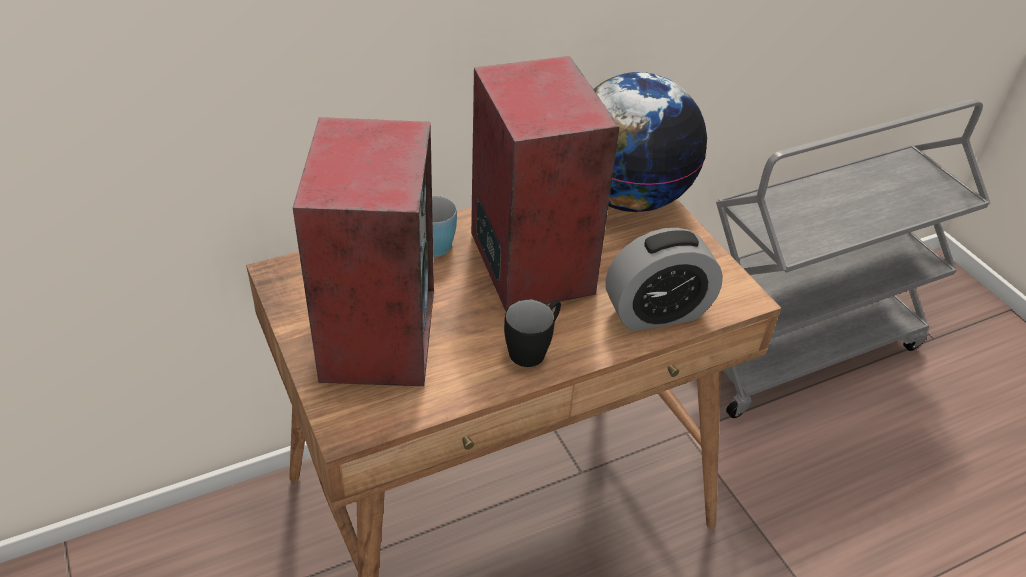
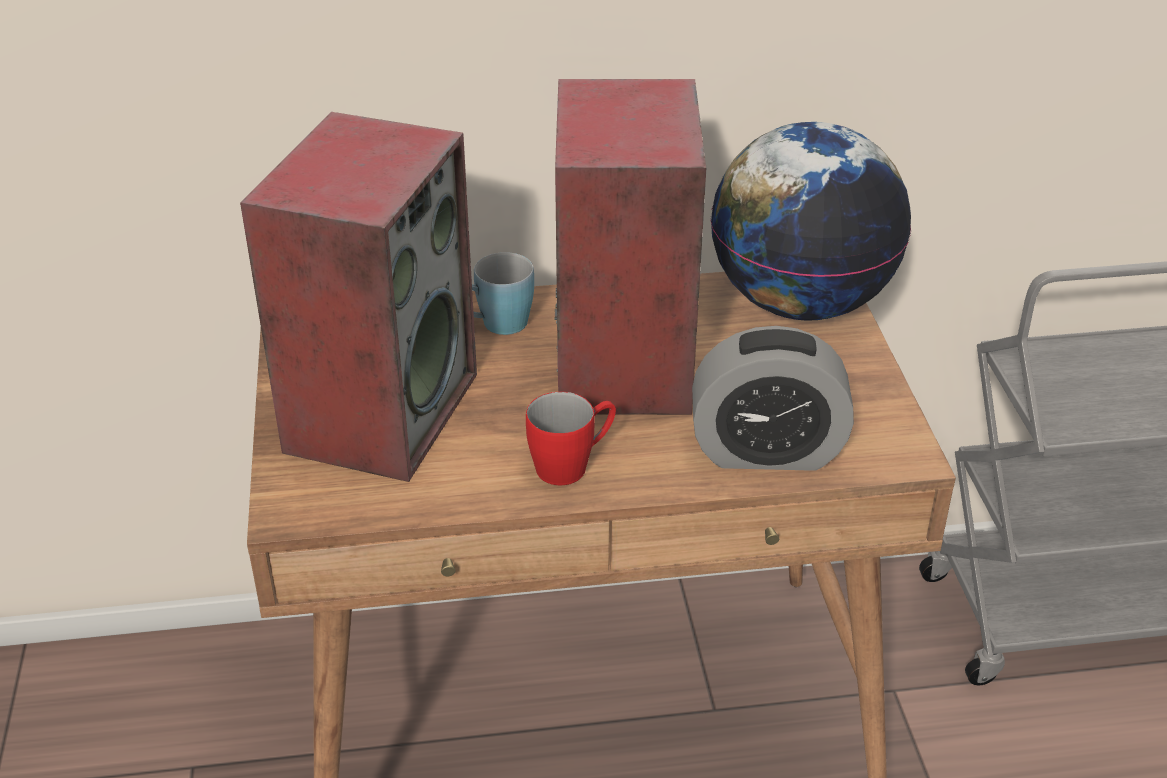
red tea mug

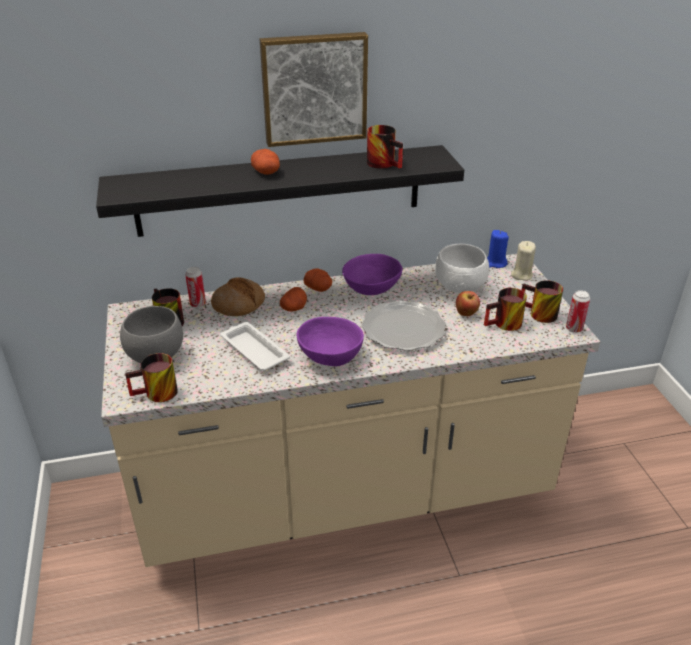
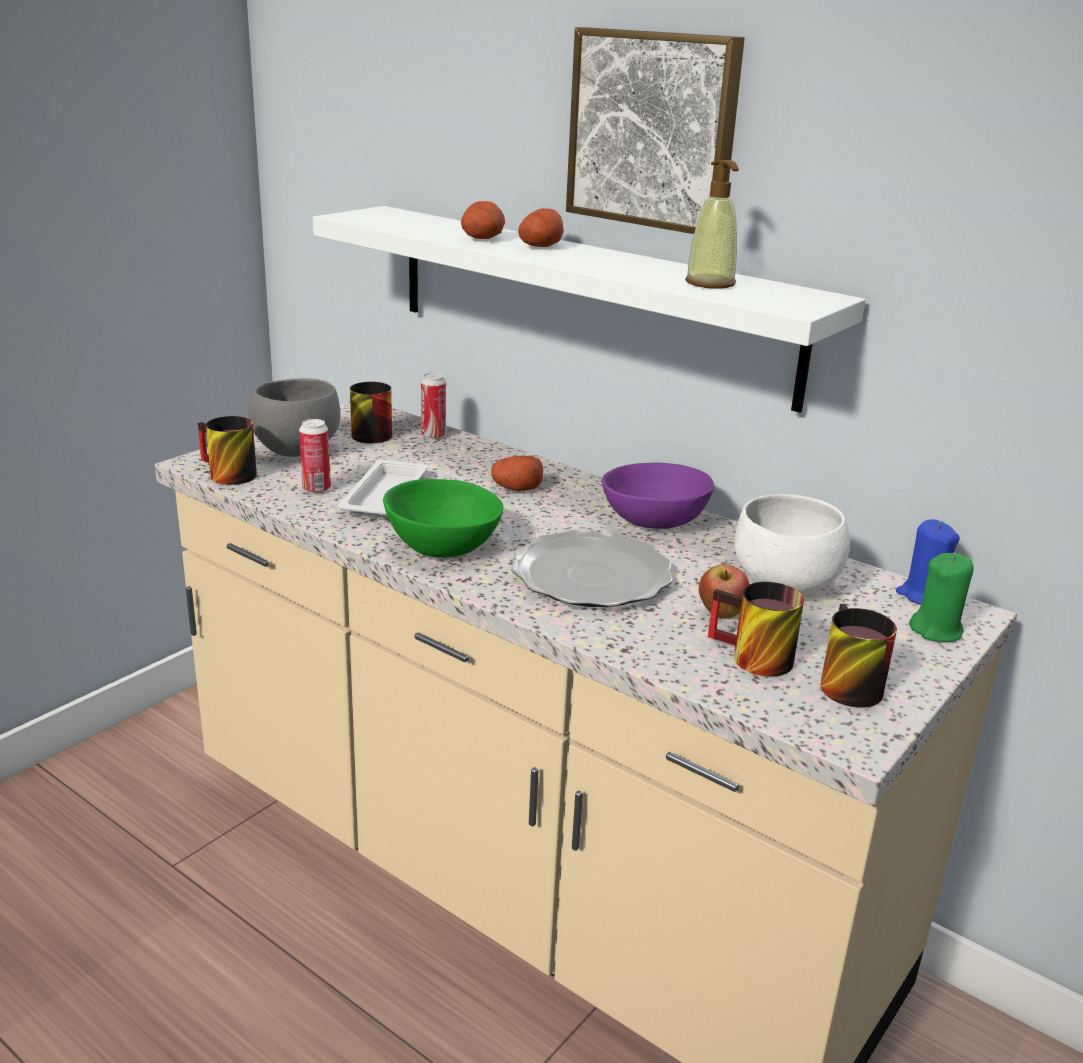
metal can (1st from left)
whitish shelf
green-coloured bowl
potato (1st from left)
soap dispenser
green-coloured wax candle
baked bread

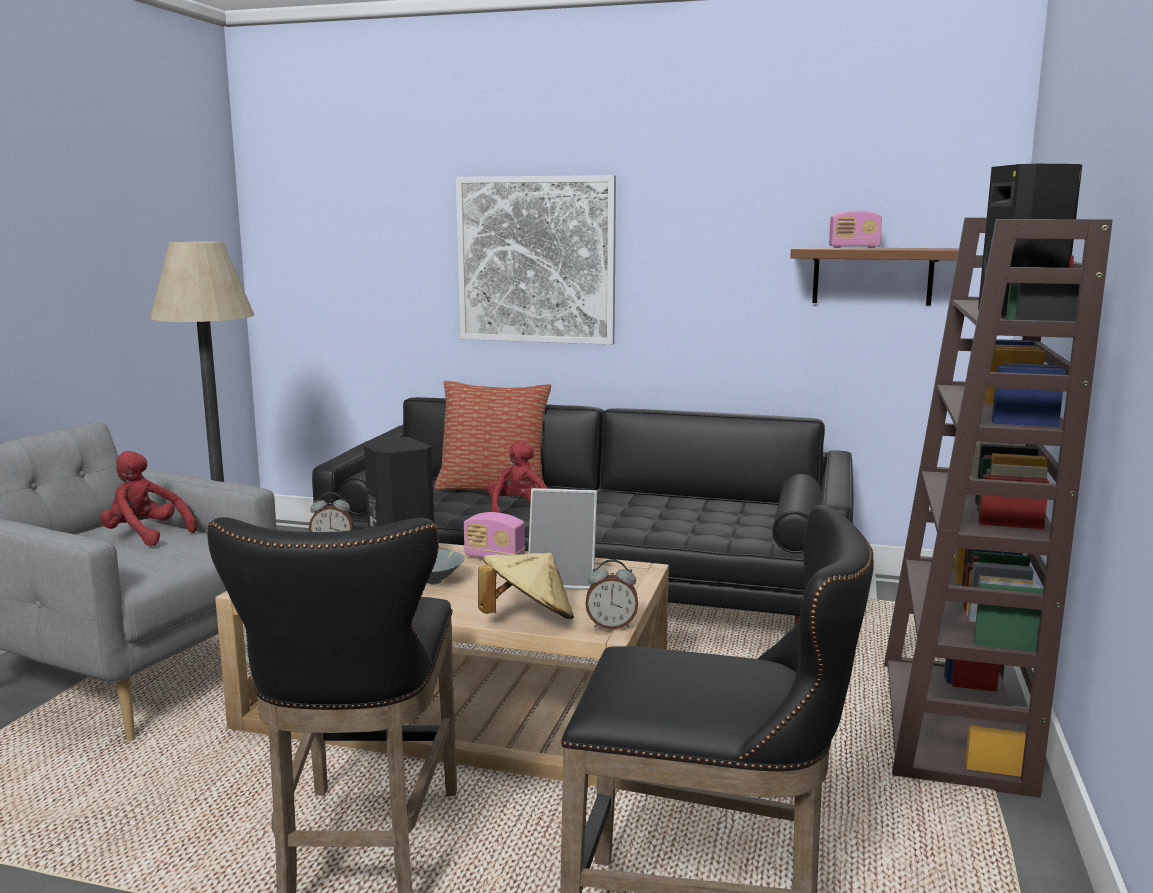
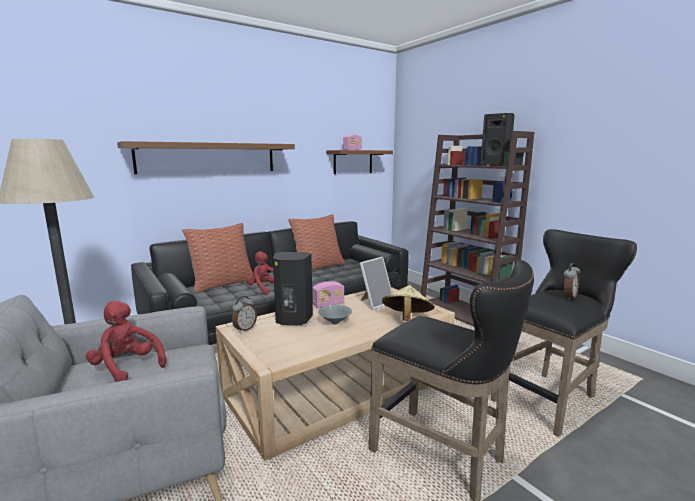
red plush toy (1st from left)
brownish shelf (1st from left)
cushion (2nd from left)
table clock (2nd from left)

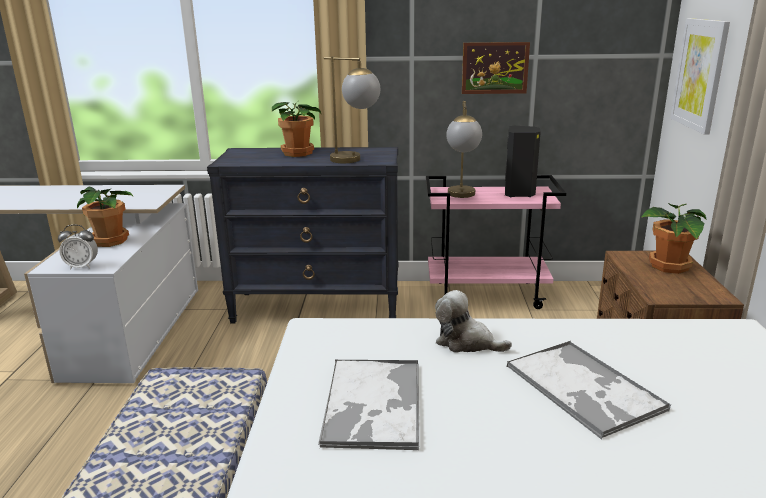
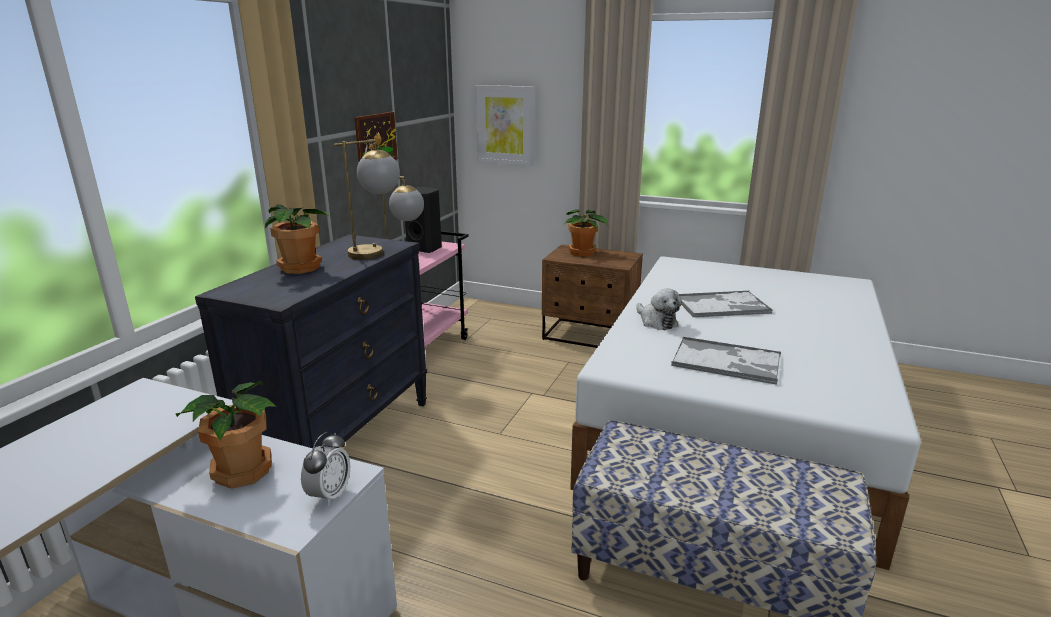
plush toy

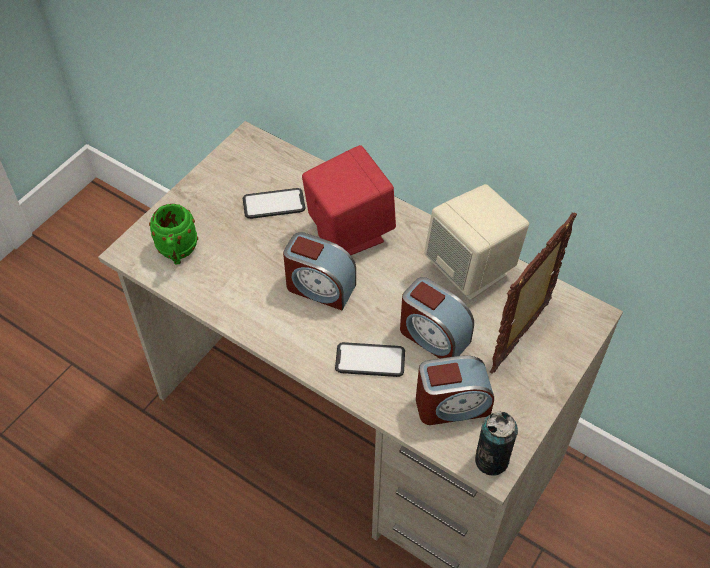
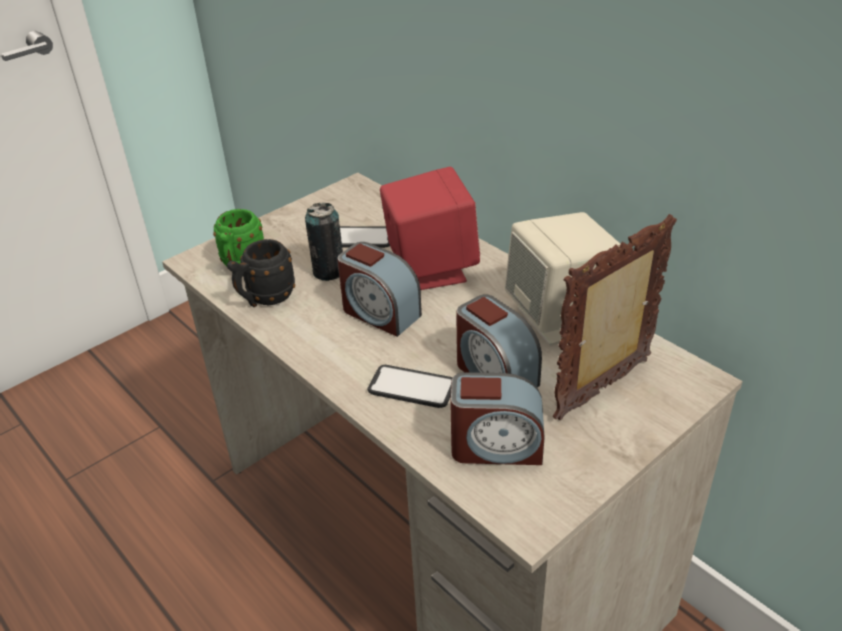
black-coloured tea mug
metal can

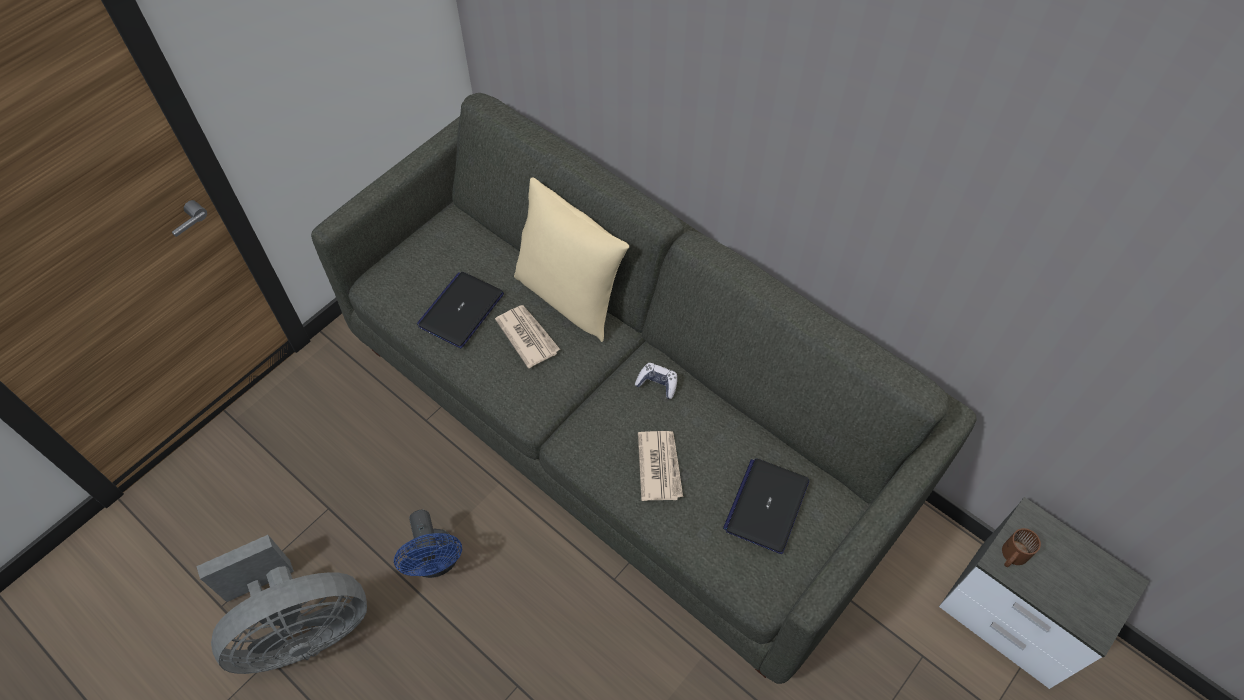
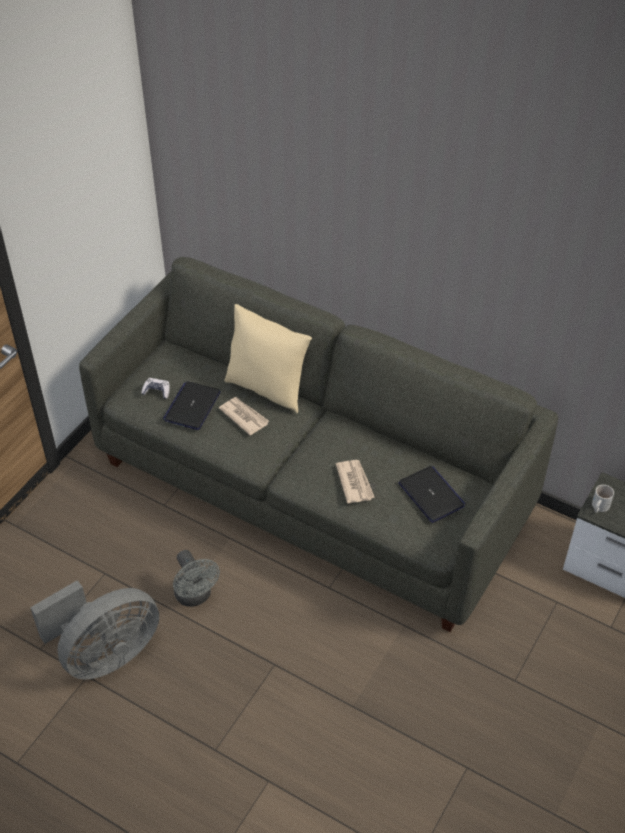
joypad
greyish cooling fan (2nd from left)
portable computer (2nd from left)
whitish tea mug

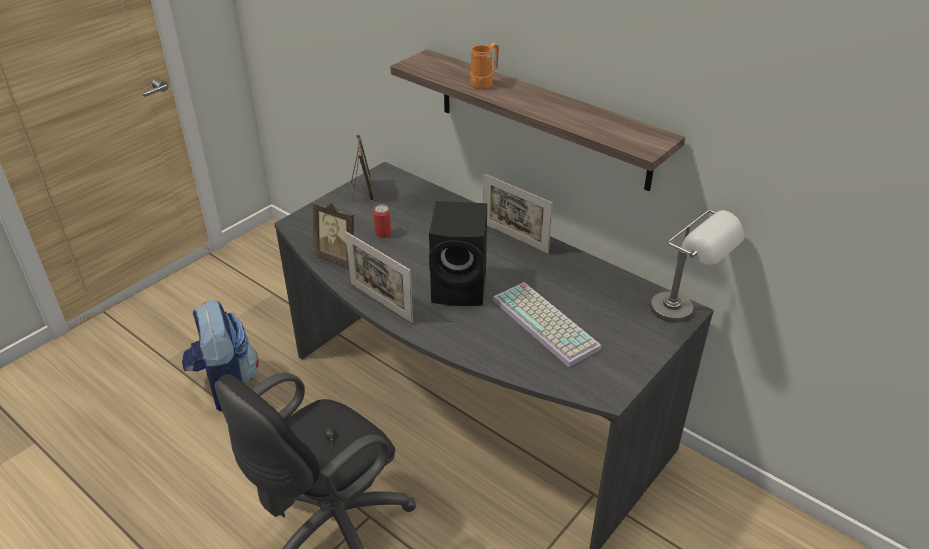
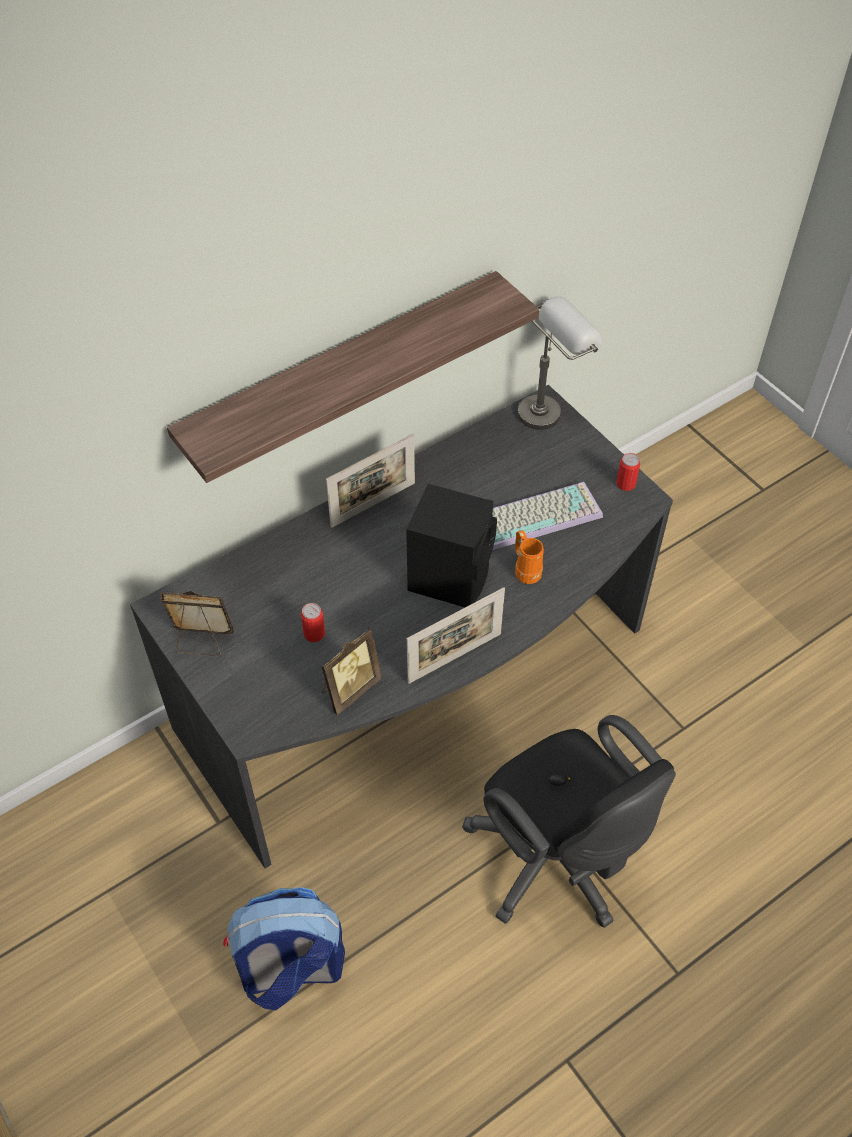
orangey tea mug
metal can (2nd from left)

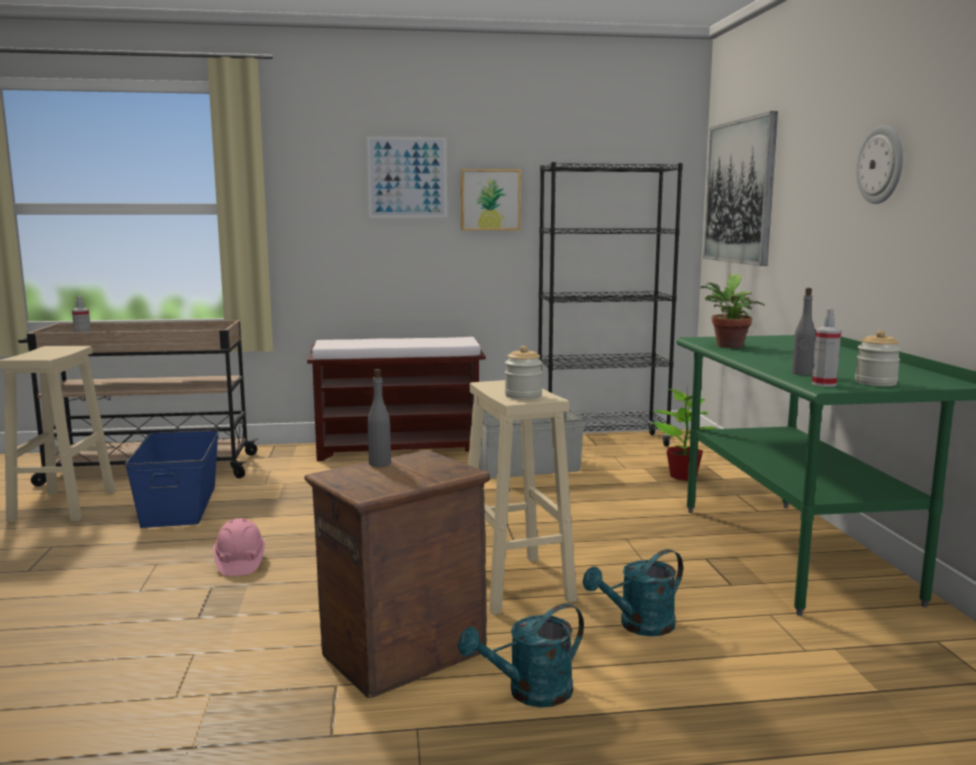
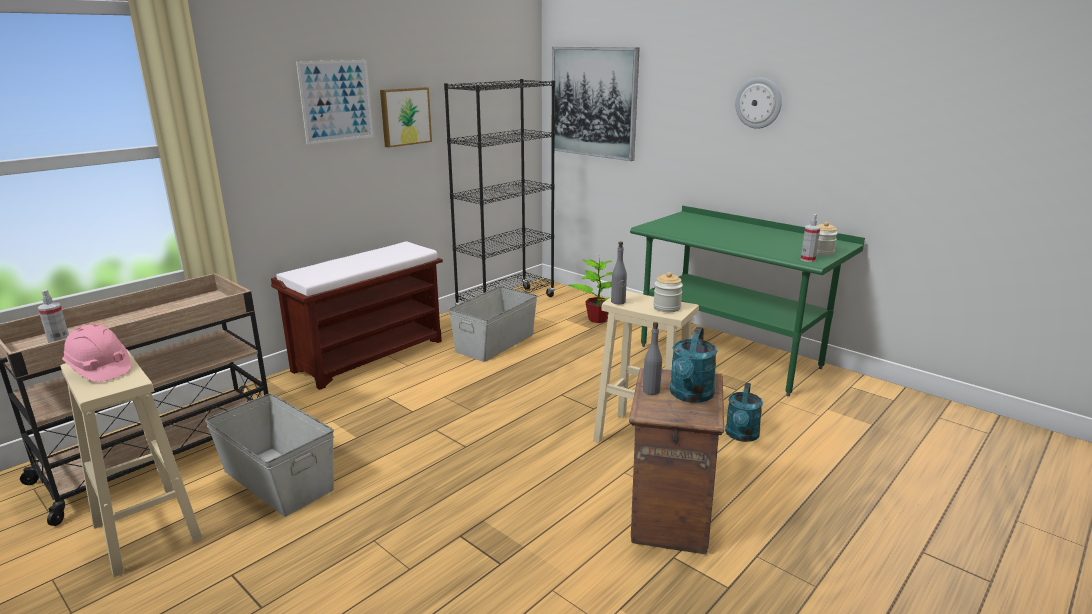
pinkish work helmet
greyish storage bin (1st from left)
greyish drink bottle (1st from left)
blue-green watering can (1st from left)
potted plant (2nd from left in the first image)

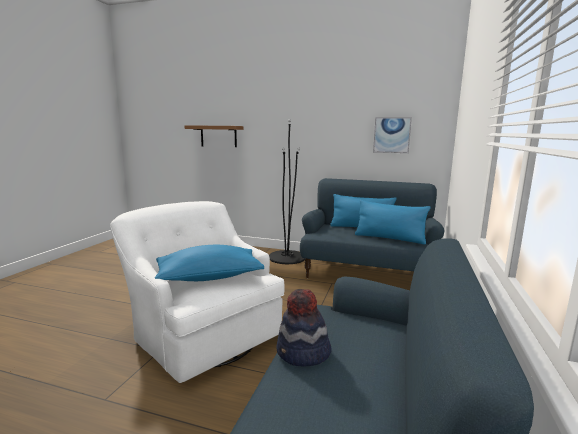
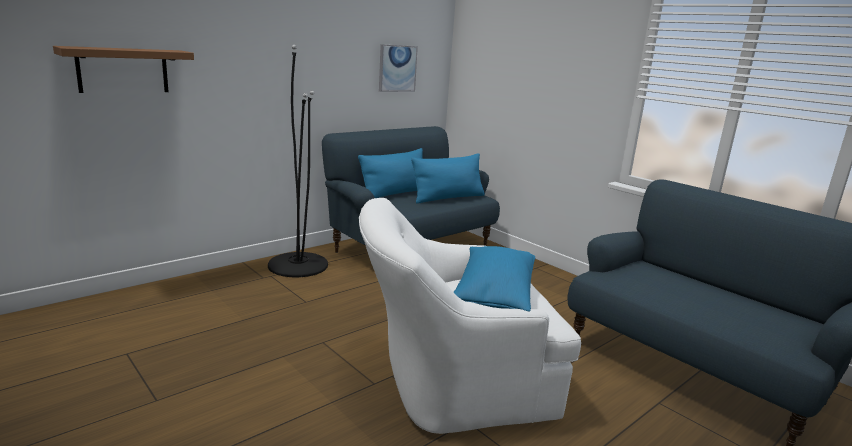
wearable hat

